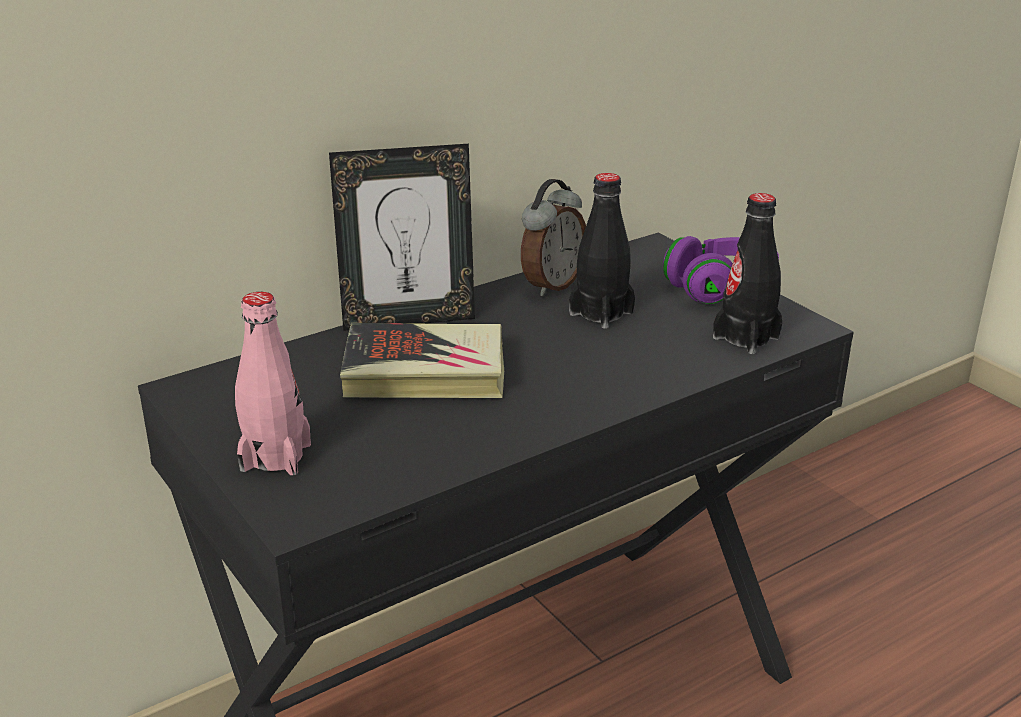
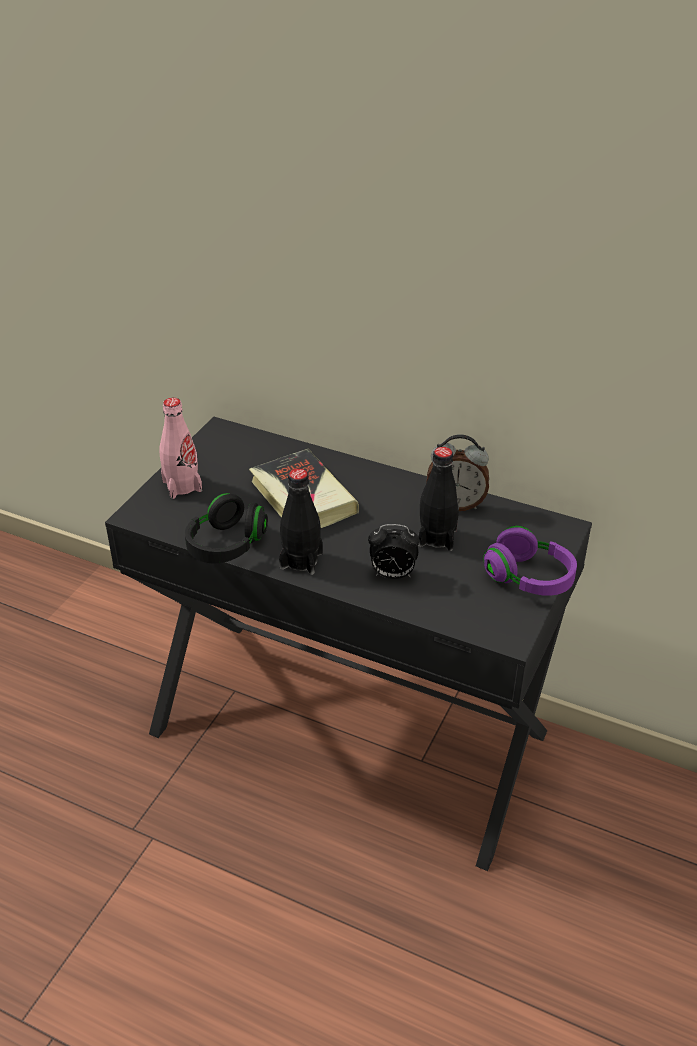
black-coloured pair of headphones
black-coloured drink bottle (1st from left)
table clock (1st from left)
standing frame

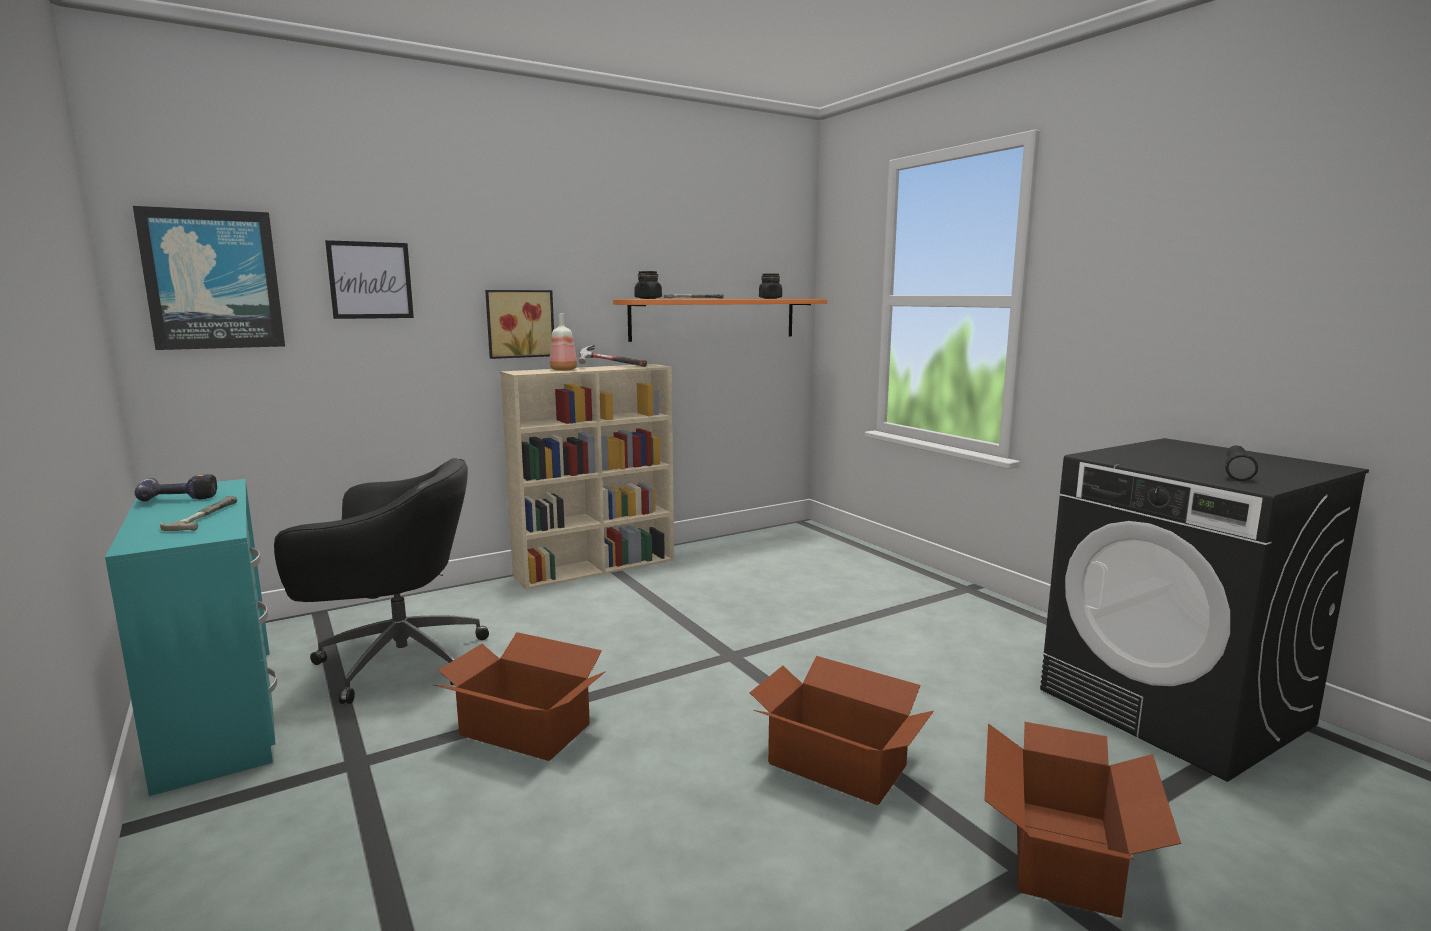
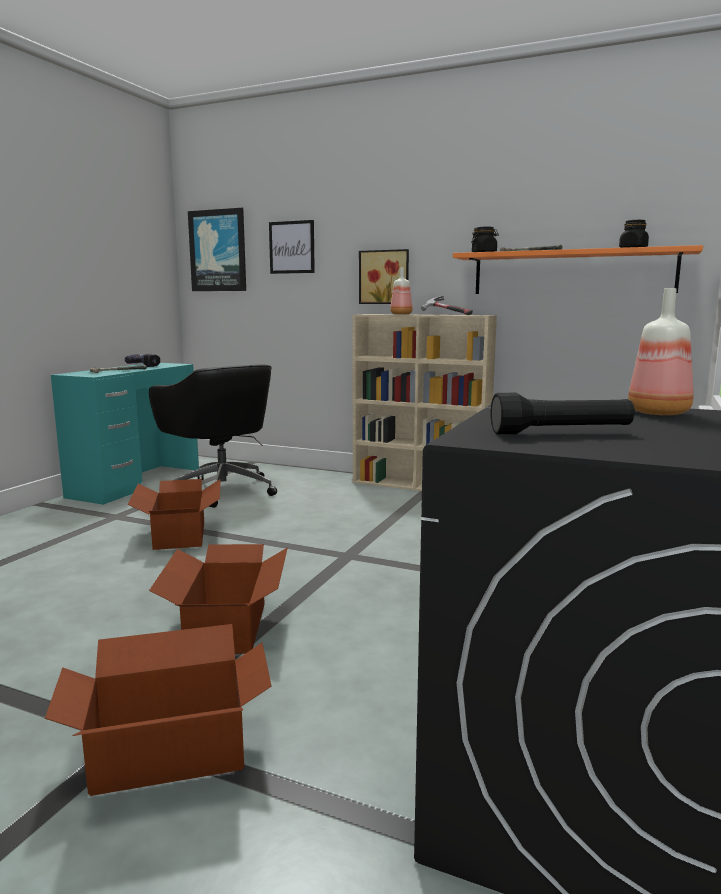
drink bottle (2nd from left)

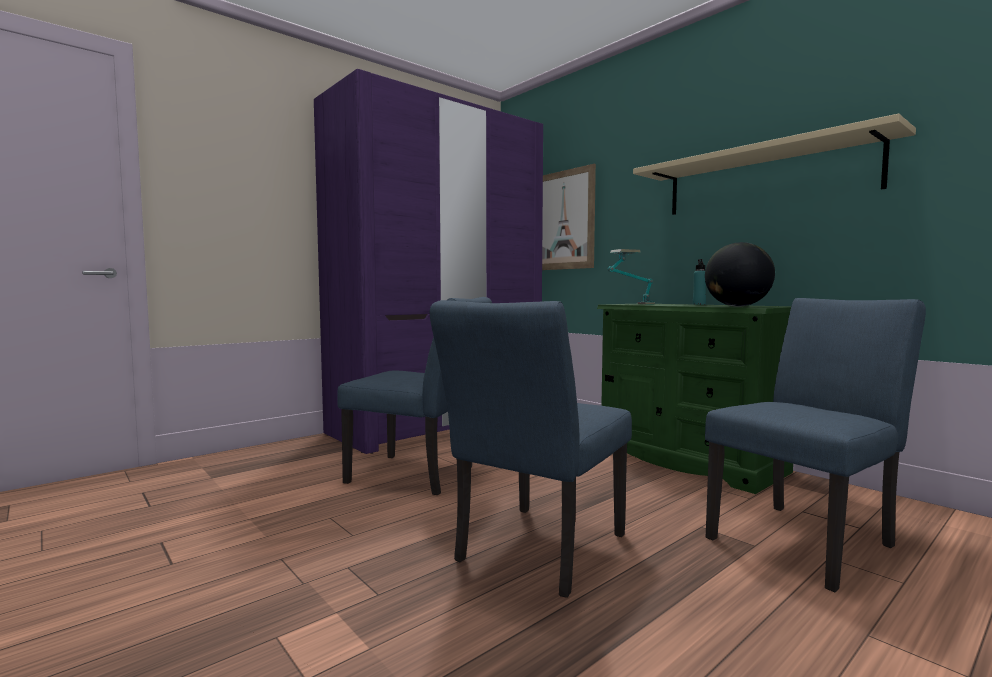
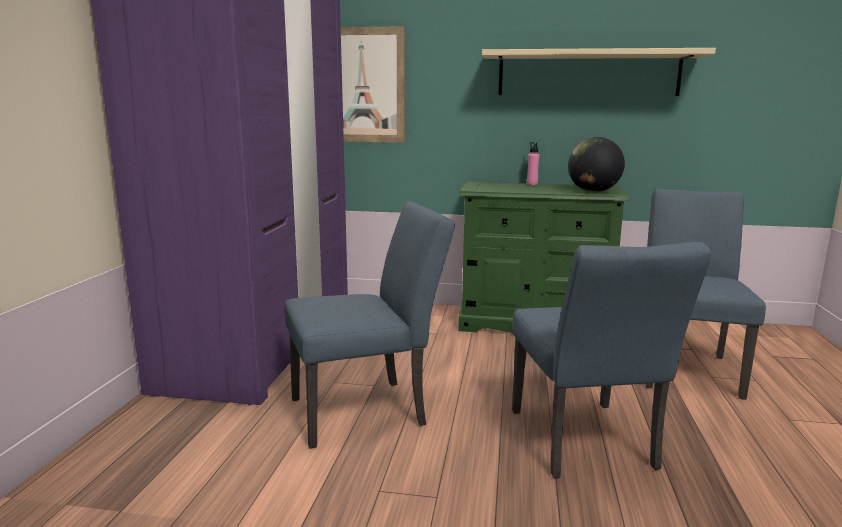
pinkish drink bottle
lamp for a table

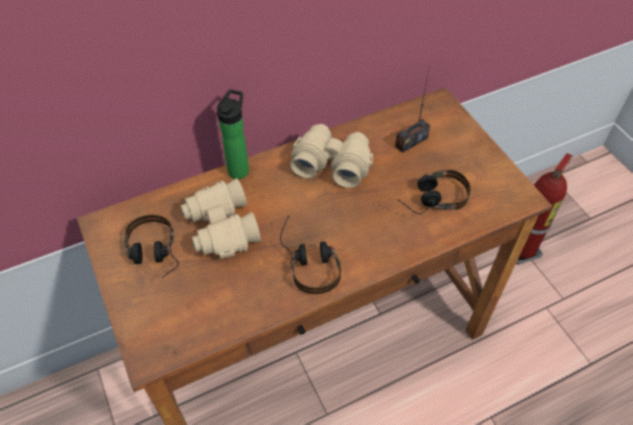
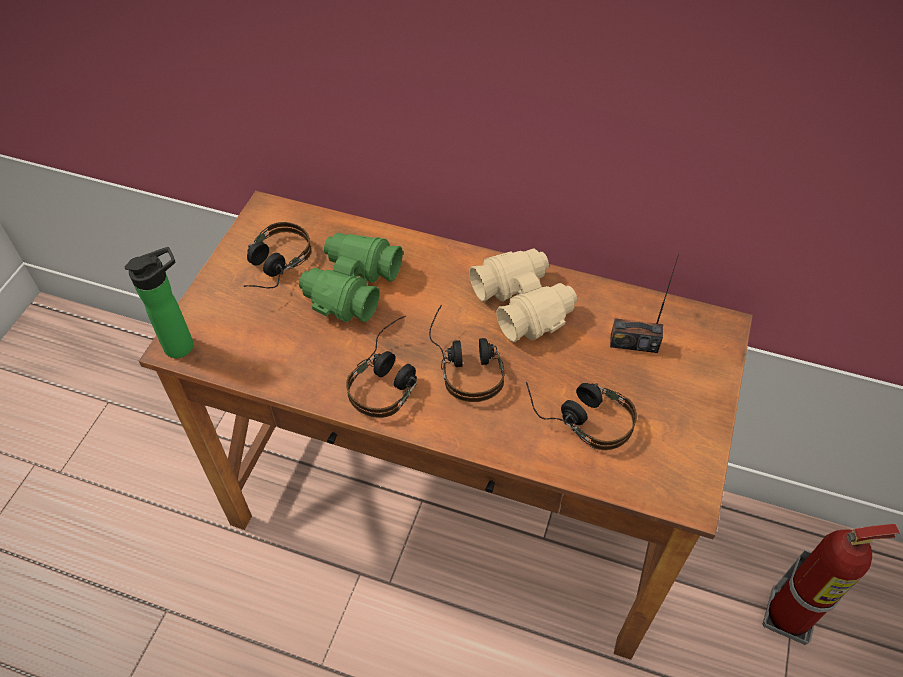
drink bottle
green-coloured field glasses
pair of headphones (3rd from left)

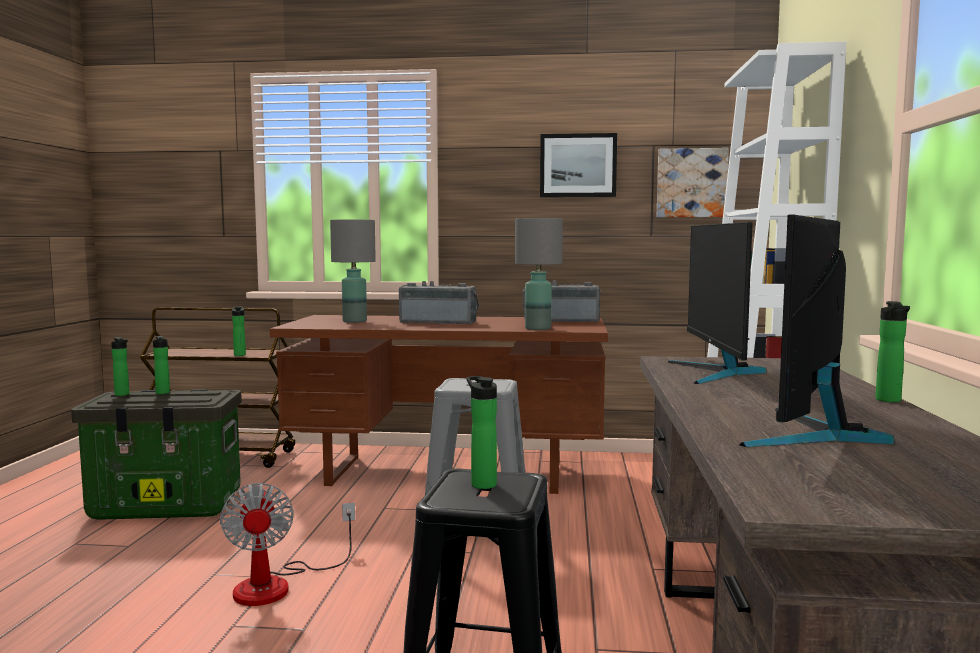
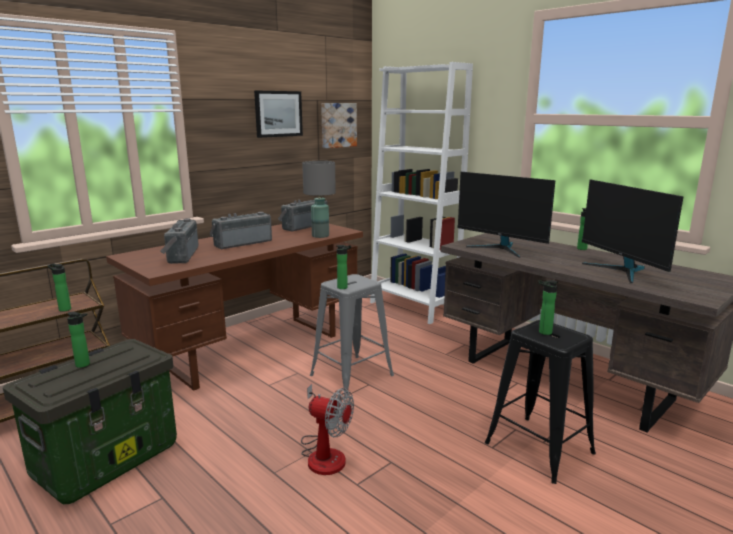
radio (1st from left)
drink bottle (3rd from left)

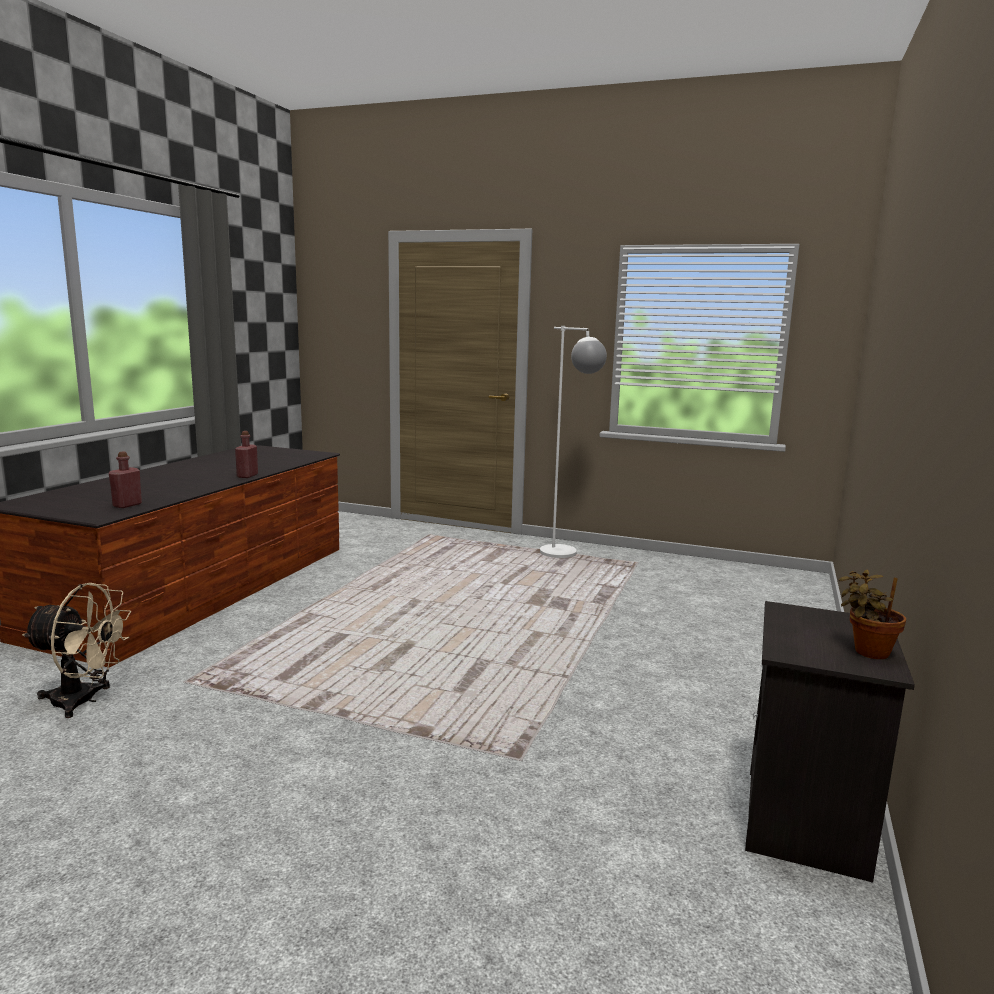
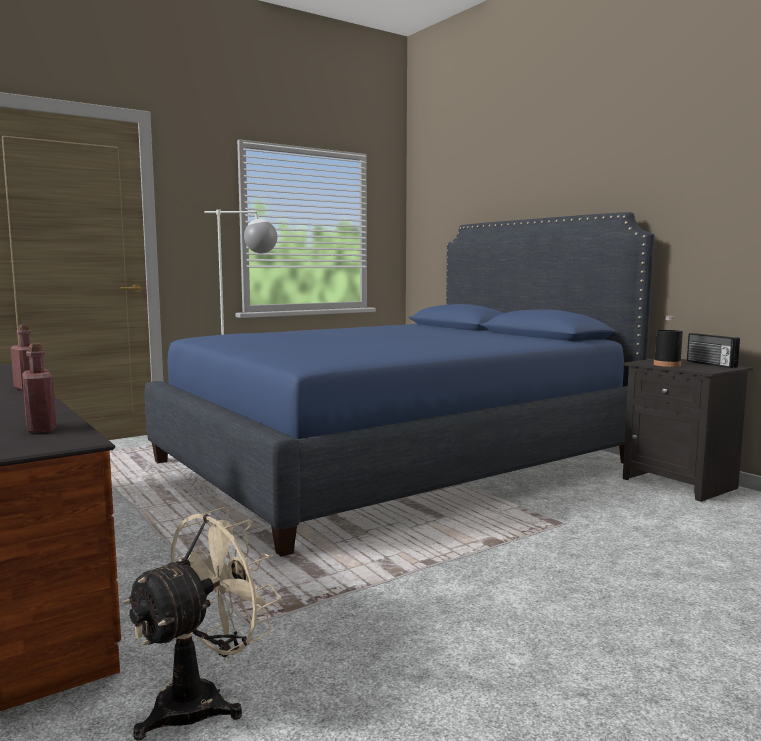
blue-coloured bed
black-coloured drink bottle
radio

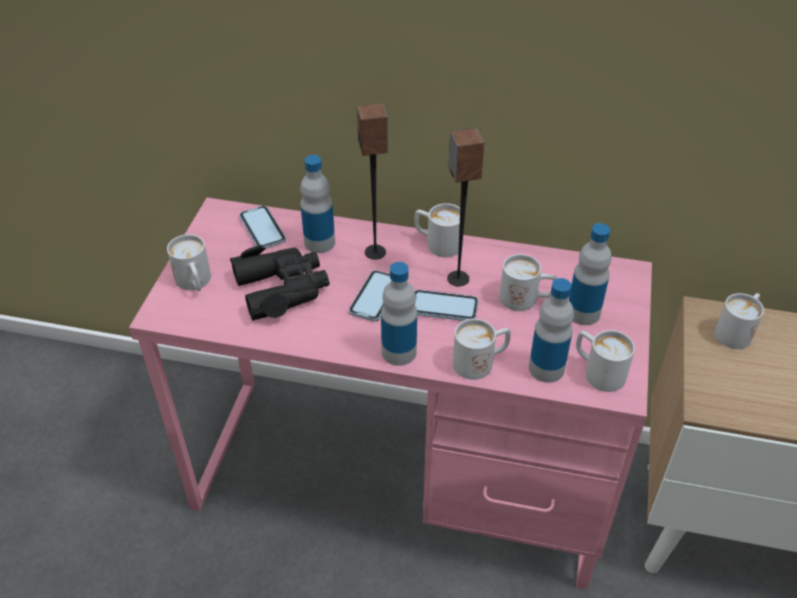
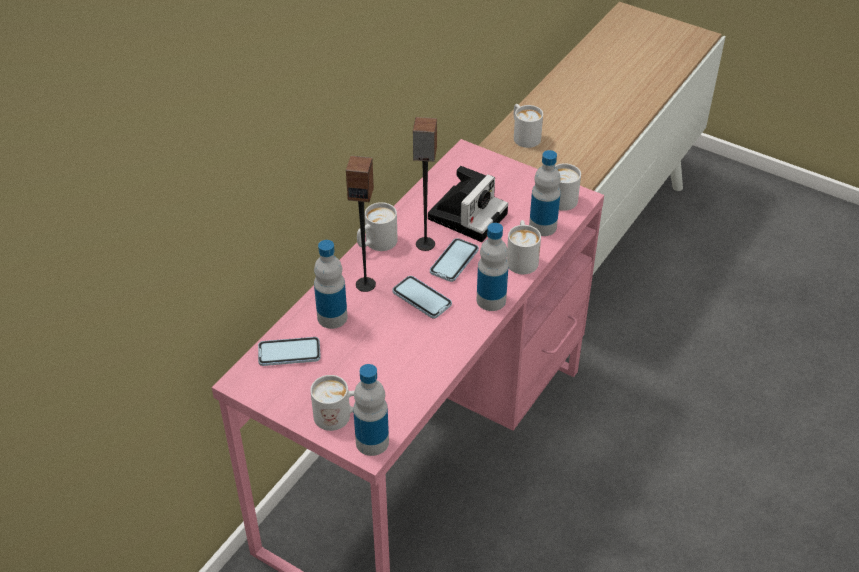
drink bottle (2nd from left)
still camera
black-coloured field glasses

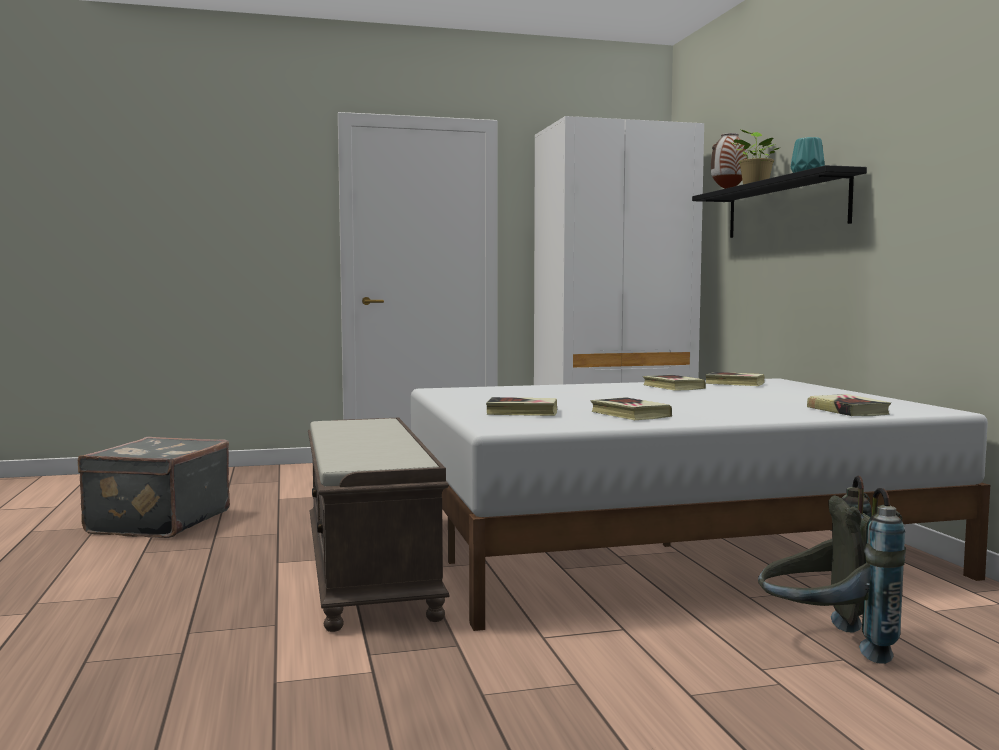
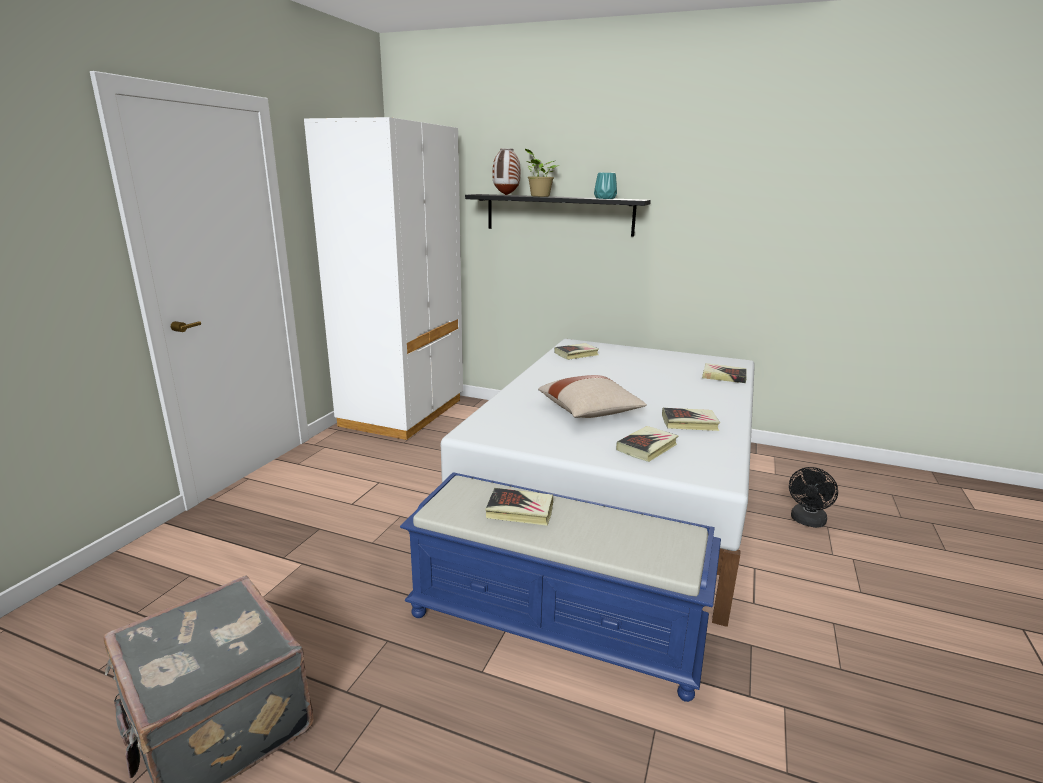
blue-coloured indoor bench
book (1st from left)
beige cushion
black-coloured cooling fan

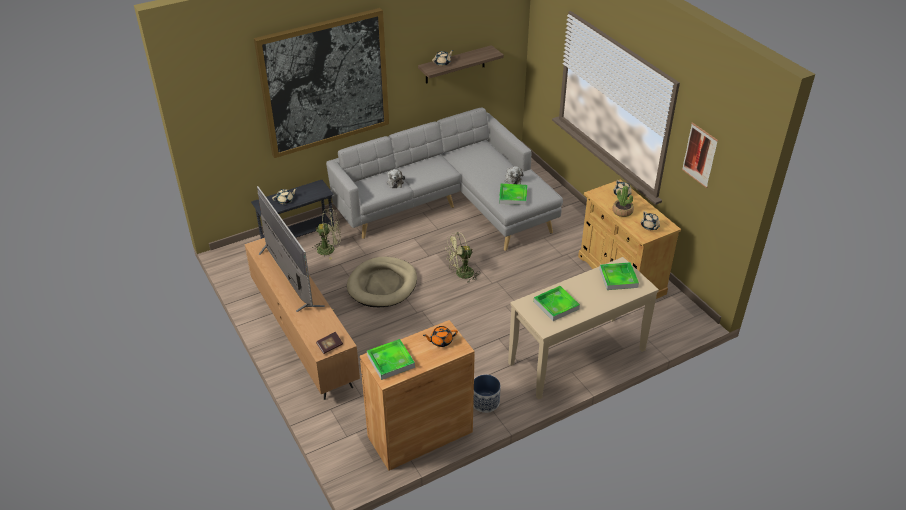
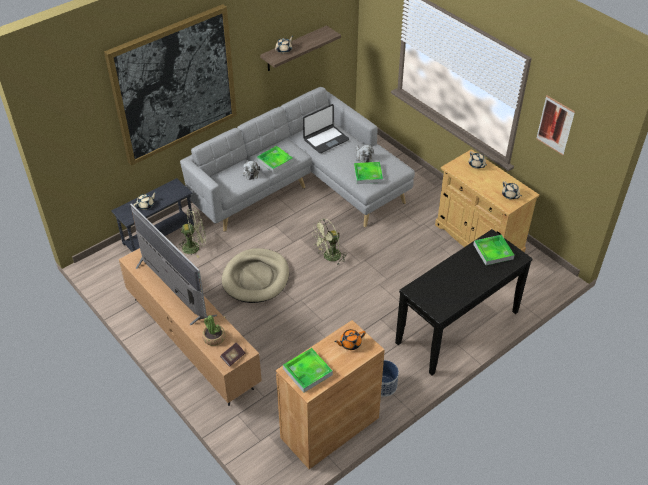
potted plant
serving tray (1st from left)
portable computer
black-coloured hall table

